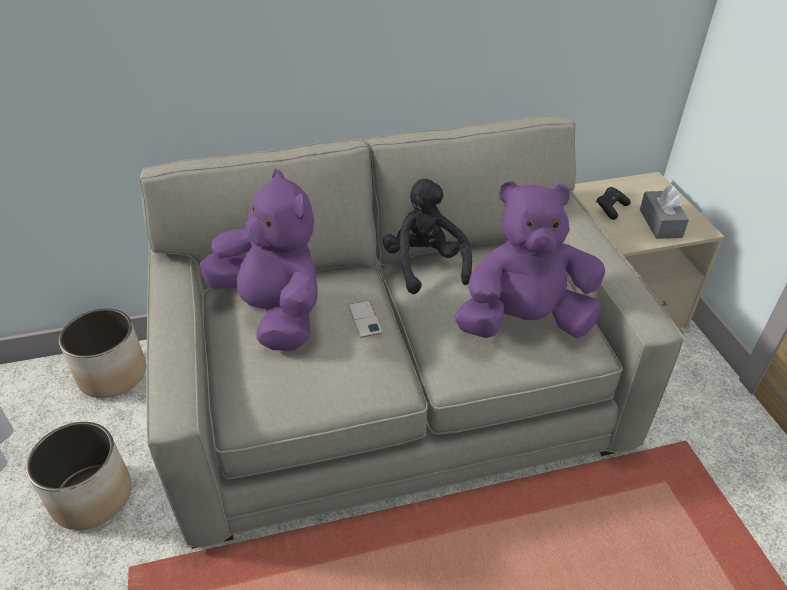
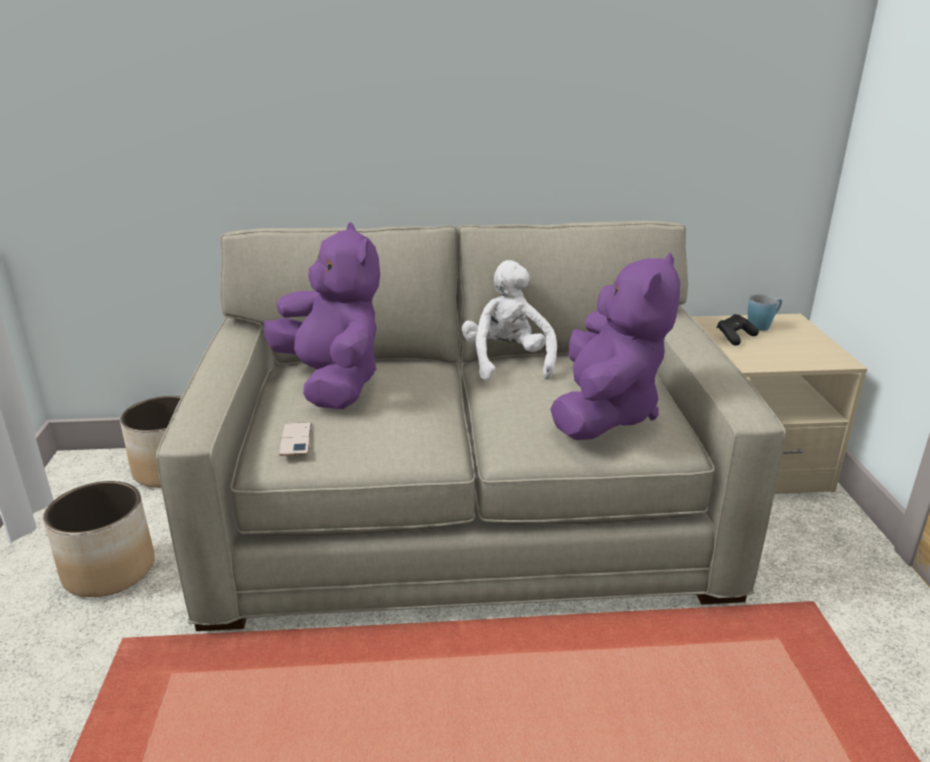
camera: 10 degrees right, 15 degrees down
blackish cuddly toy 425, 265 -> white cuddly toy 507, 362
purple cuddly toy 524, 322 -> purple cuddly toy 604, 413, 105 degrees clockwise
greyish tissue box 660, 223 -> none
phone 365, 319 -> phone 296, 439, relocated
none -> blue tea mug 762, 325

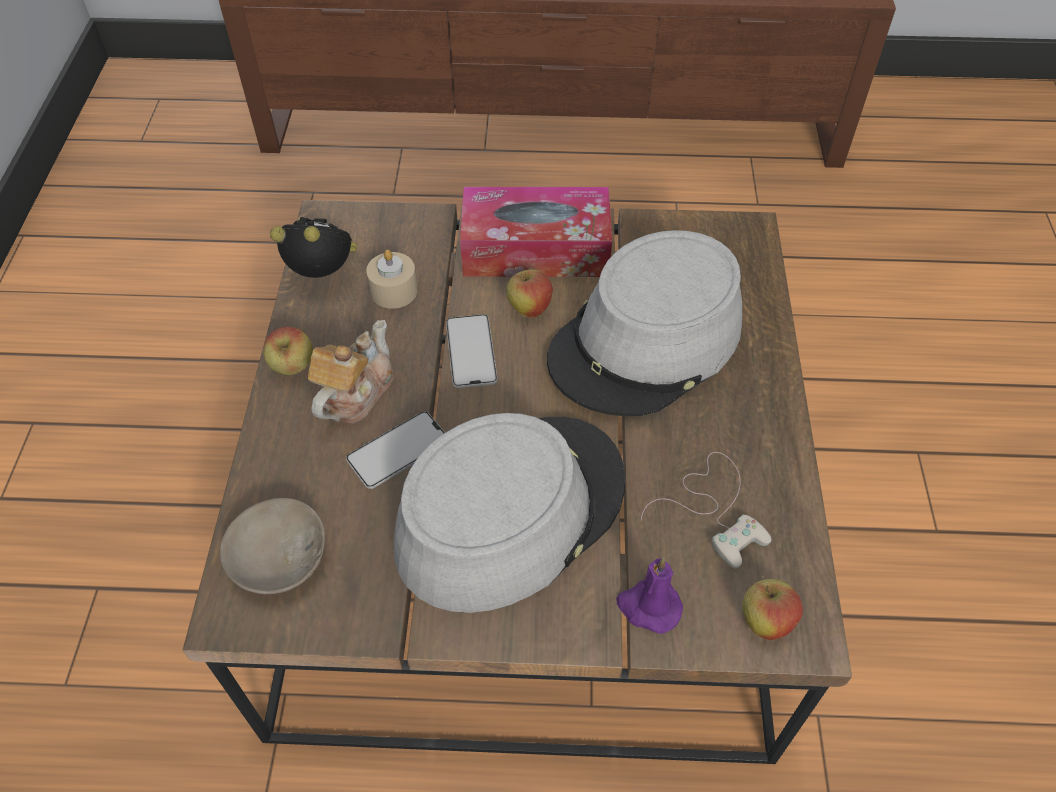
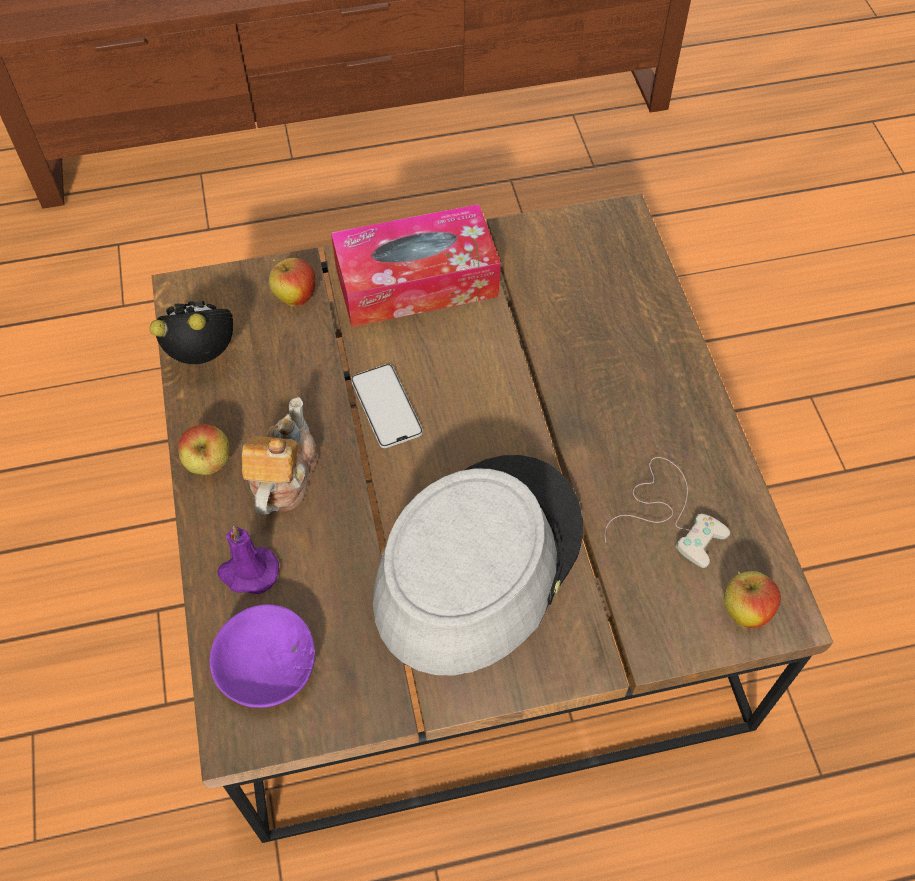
camera: 15 degrees left, 5 degrees up
greyish hat 646, 343 -> none
sand-coloured wax candle 394, 291 -> none
apple 529, 309 -> apple 295, 297, relocated
phone 398, 450 -> none
sand-coloured deep dish 277, 557 -> purple deep dish 264, 665
purple wax candle 648, 607 -> purple wax candle 248, 572, relocated

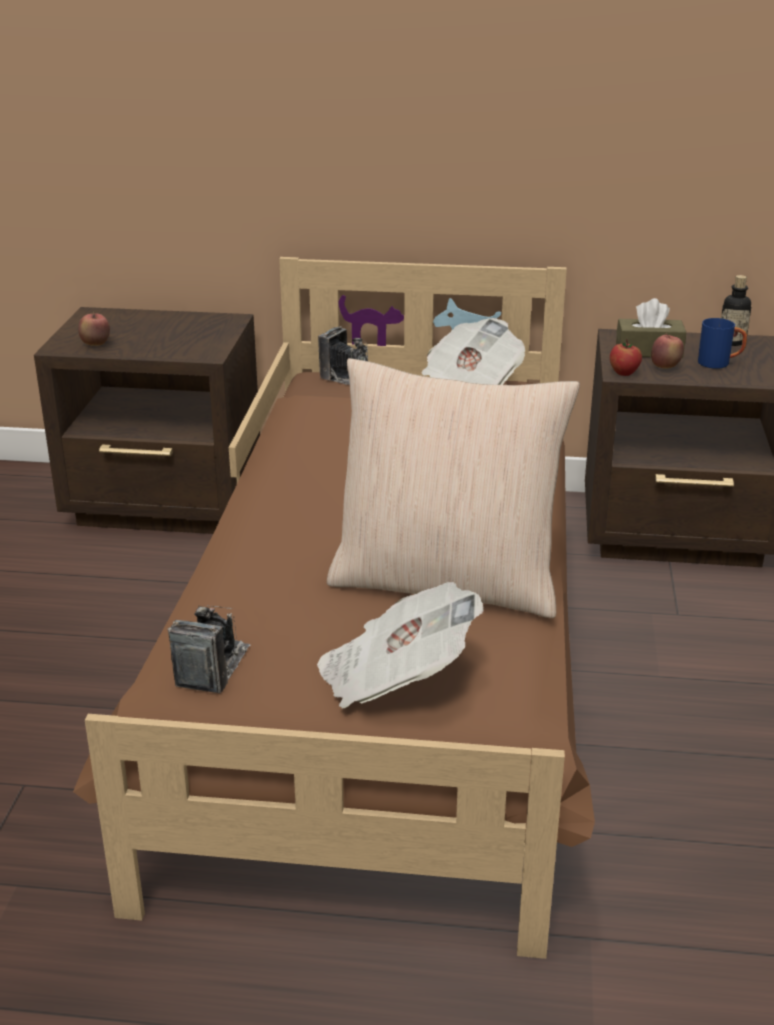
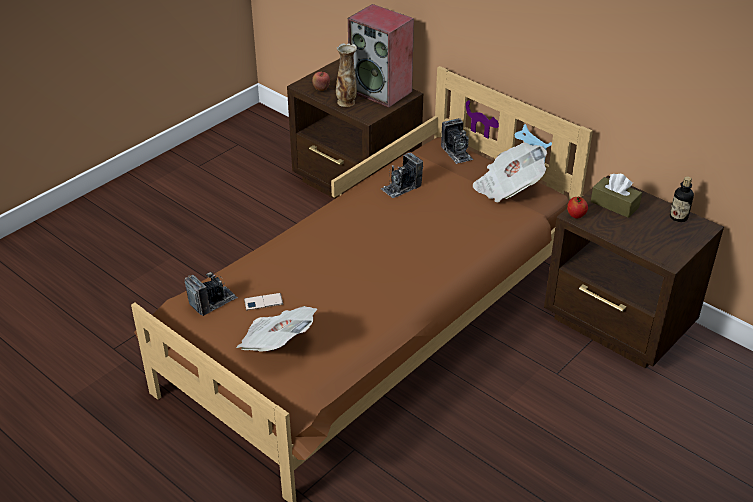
camera: 35 degrees right, 10 degrees up
blue tea mug 719, 363 -> none
apple 665, 367 -> none
sand-coloured cushion 446, 581 -> none
none -> loudspeaker 381, 91
none -> flower vase 346, 102
none -> still camera 401, 187
none -> phone 263, 302

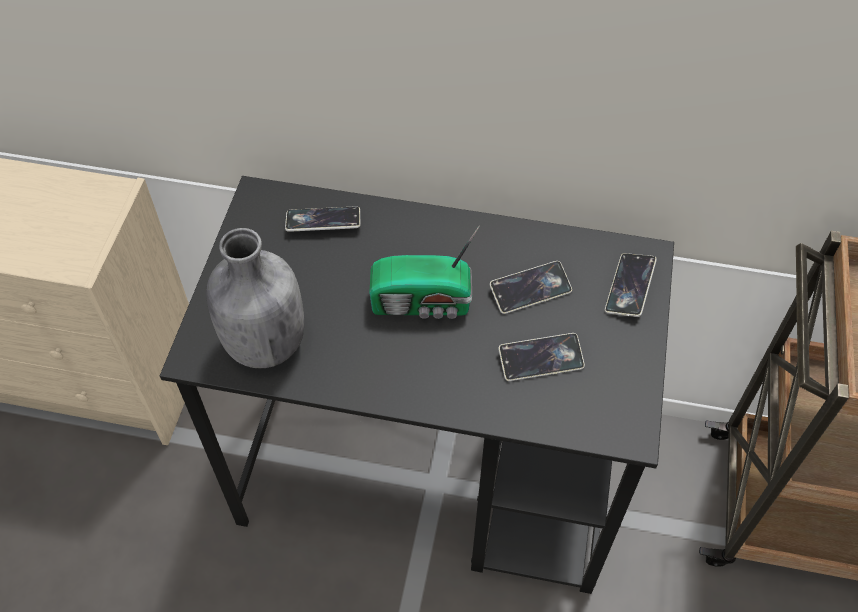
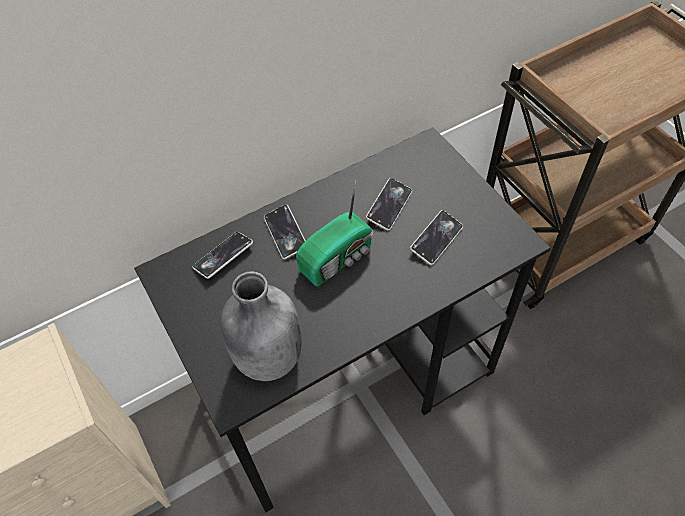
camera: 40 degrees left, 0 degrees up
phone 629, 287 -> phone 285, 233, relocated

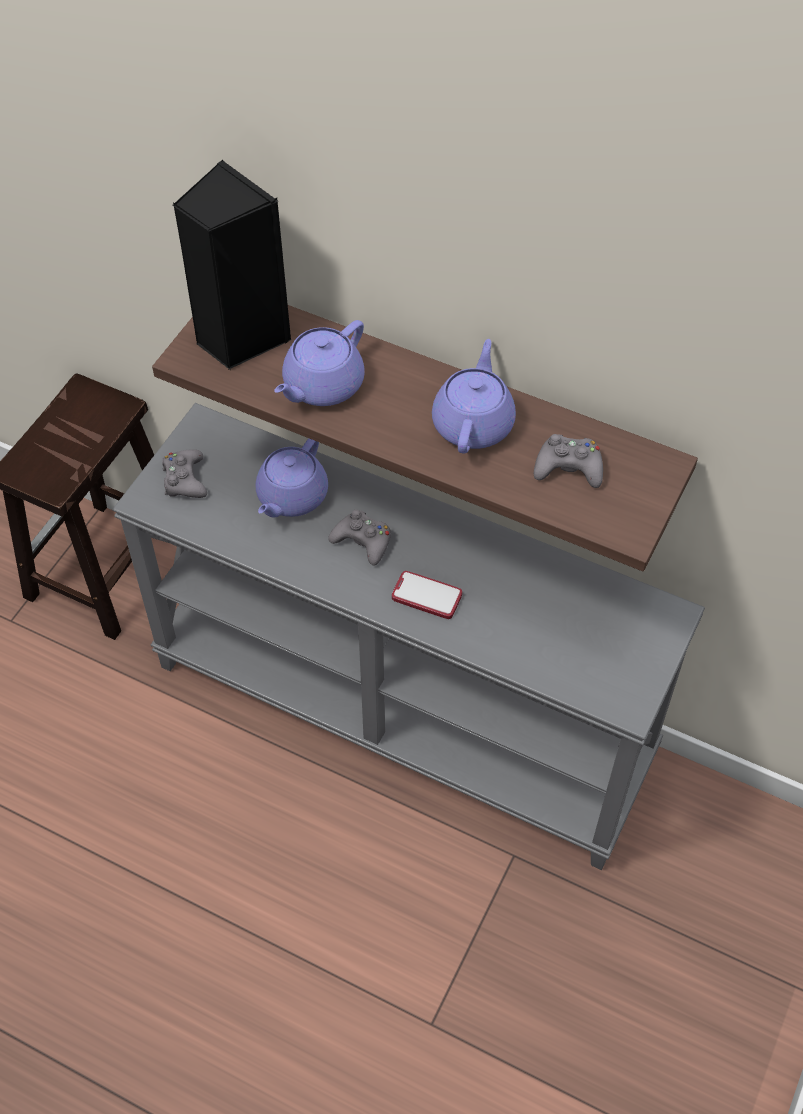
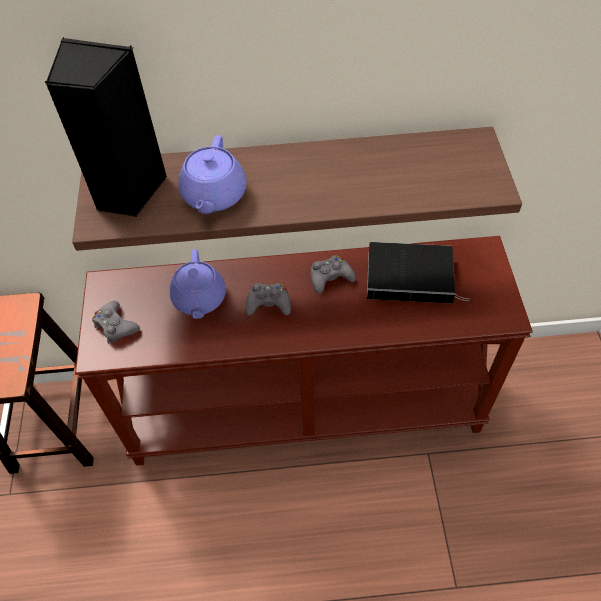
camera: 30 degrees left, 0 degrees up
purple tea pot 473, 423 -> none
greyish narrow table 404, 710 -> brown narrow table 306, 404
greyish gamepad 568, 467 -> greyish gamepad 330, 277, relocated
phone 426, 596 -> none
none -> volume 412, 276

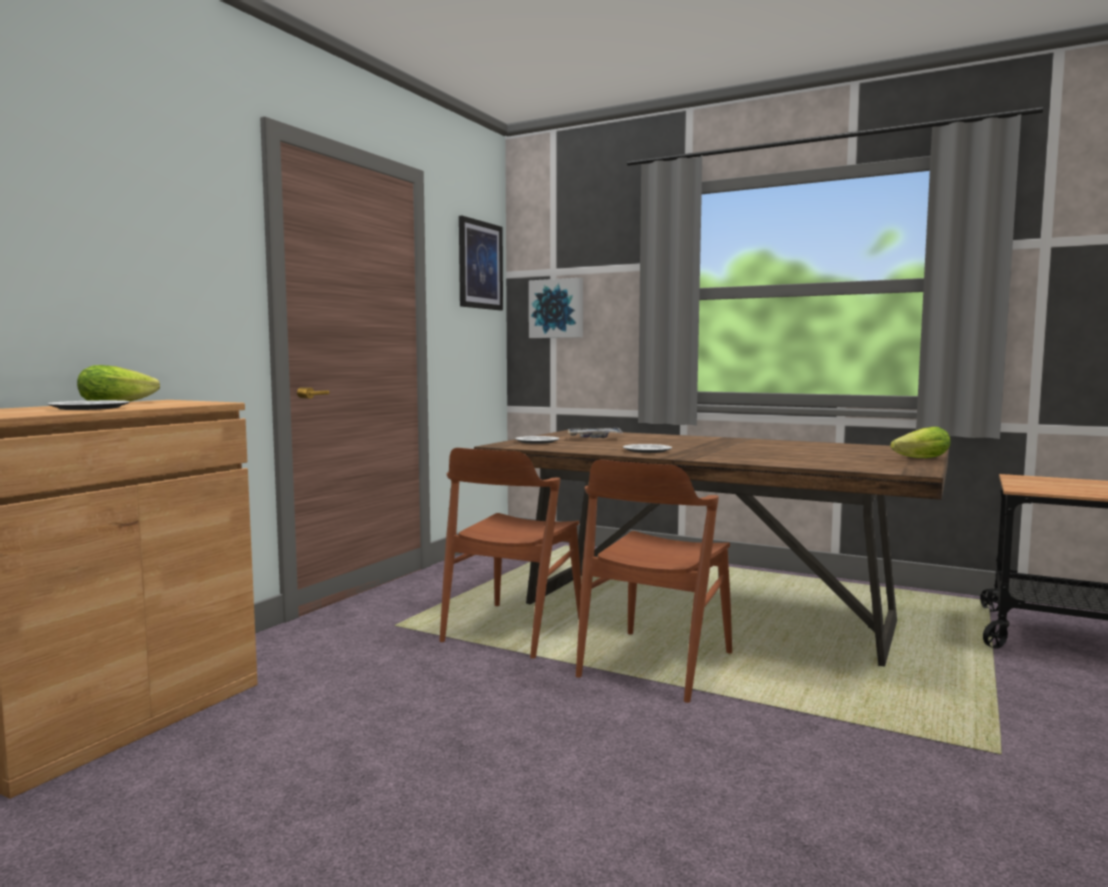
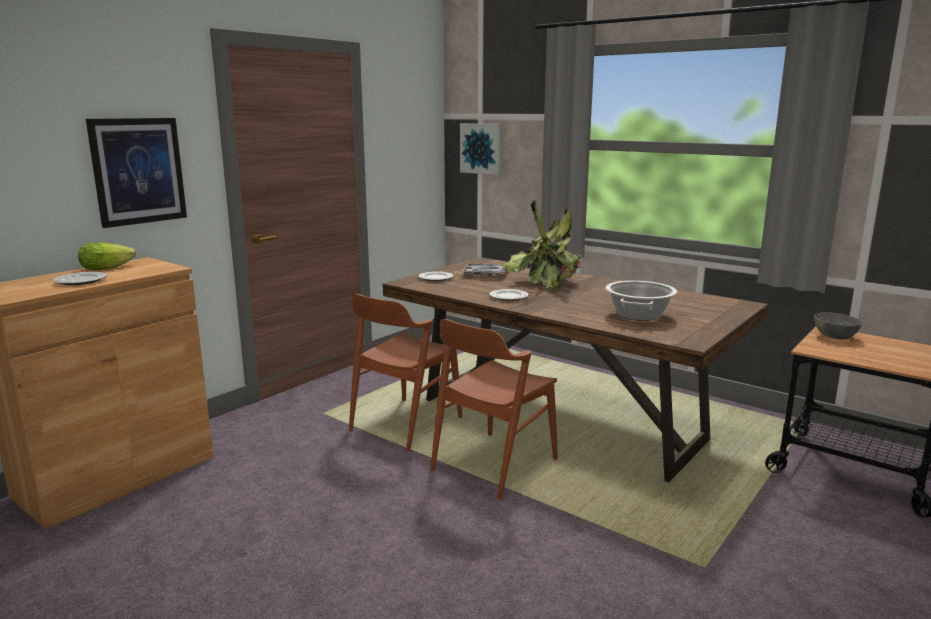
camera: 10 degrees right, 10 degrees up
picture 480, 265 -> picture 138, 171, relocated
lettuce 918, 459 -> none
none -> houseplant 545, 281
none -> cooking pot 638, 315
none -> greyish deep dish 834, 336

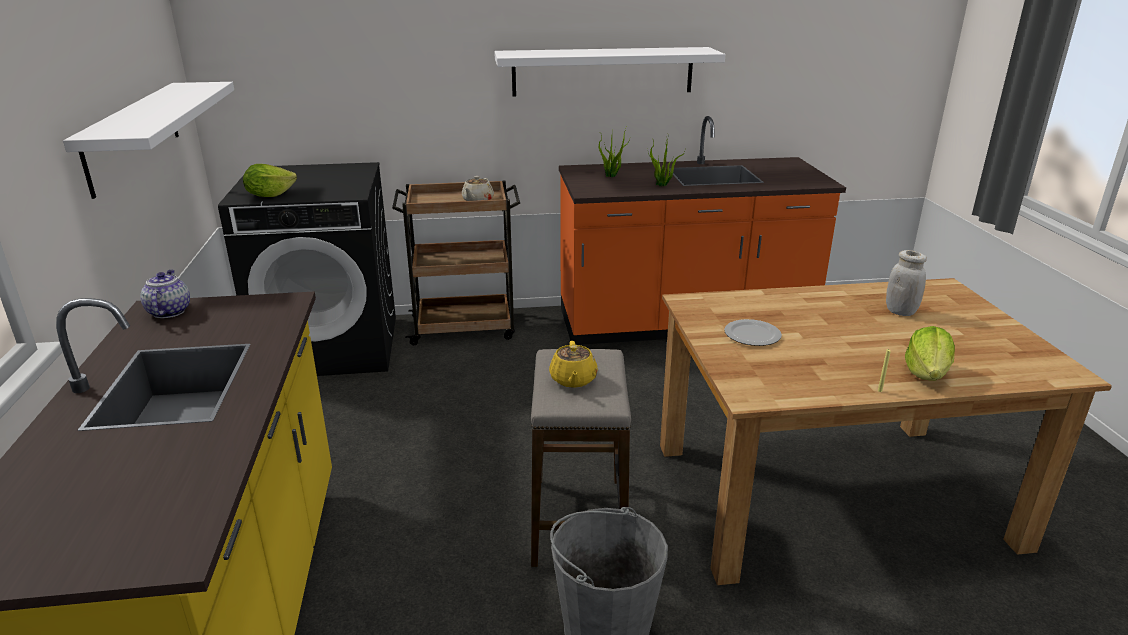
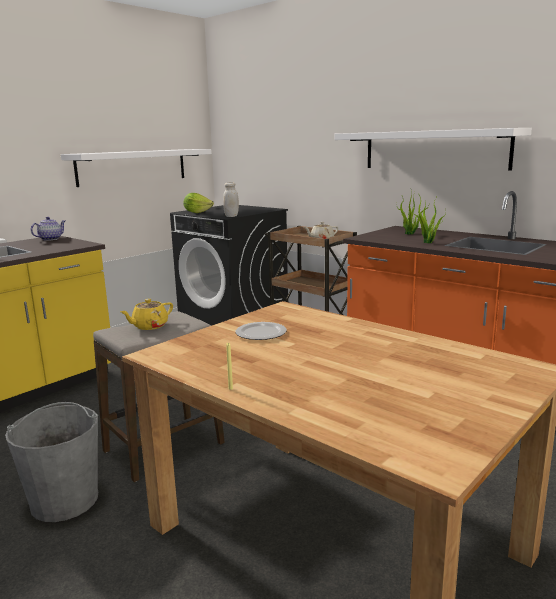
camera: 50 degrees right, 10 degrees down
white storage jar 900, 311 -> white storage jar 231, 216, relocated
lettuce 926, 374 -> none

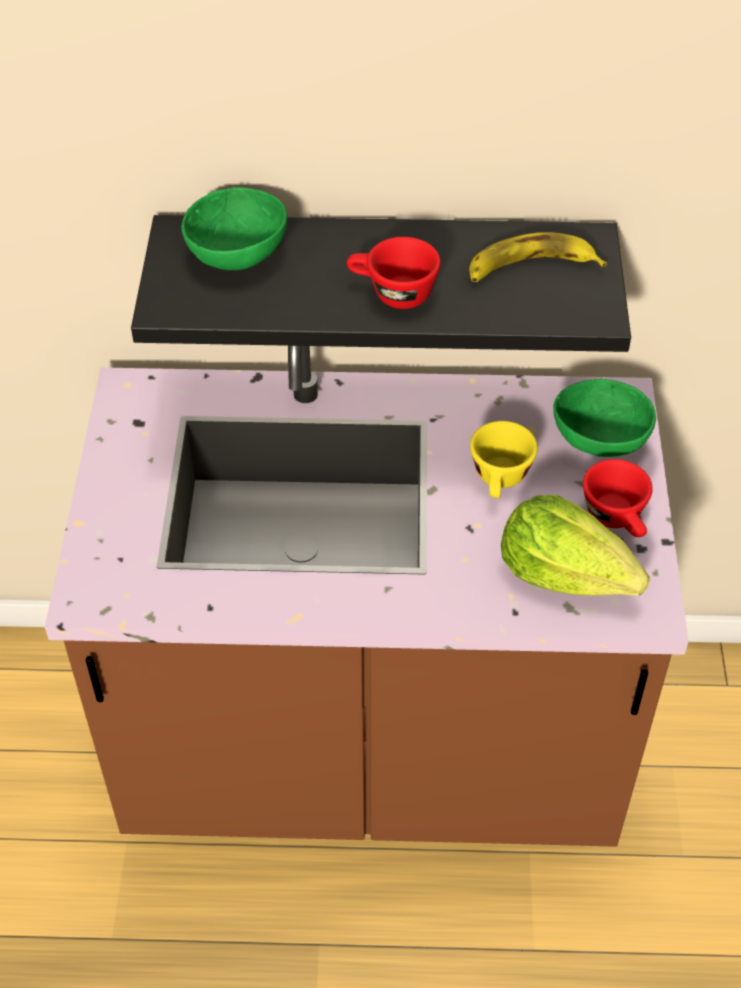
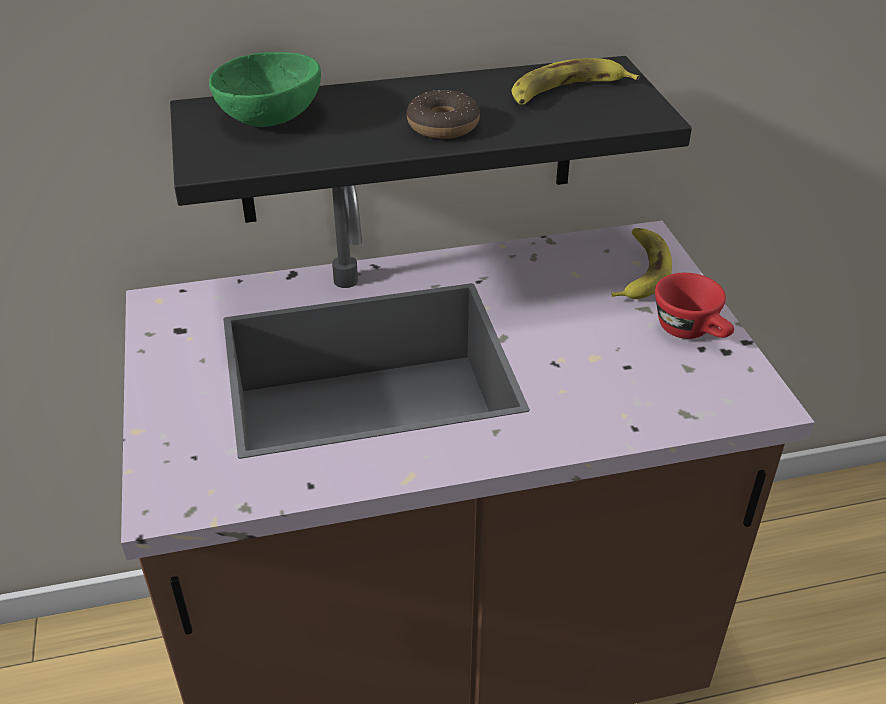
camera: 15 degrees left, 10 degrees down
red-coloured drinking cup 392, 293 -> doughnut 443, 125
greenish deep dish 599, 437 -> banana 640, 270
yellowish drinking cup 500, 480 -> none
lettuce 566, 573 -> none

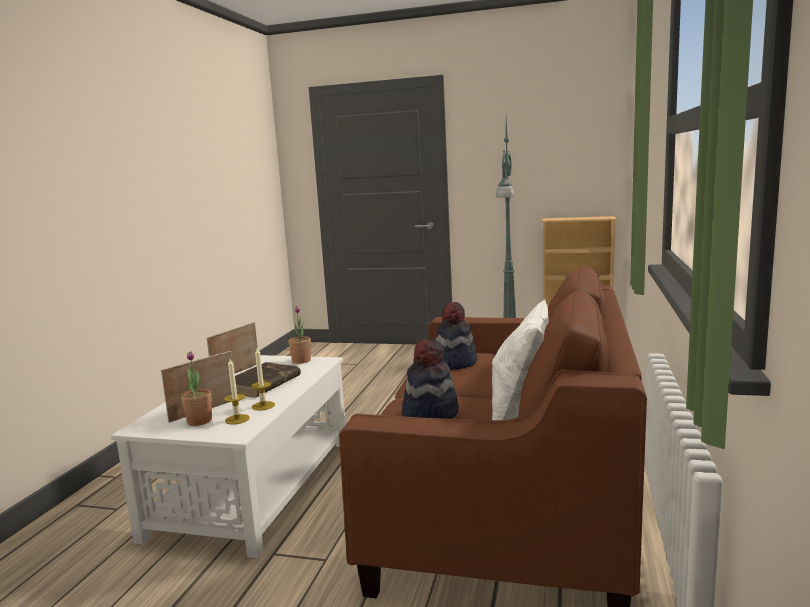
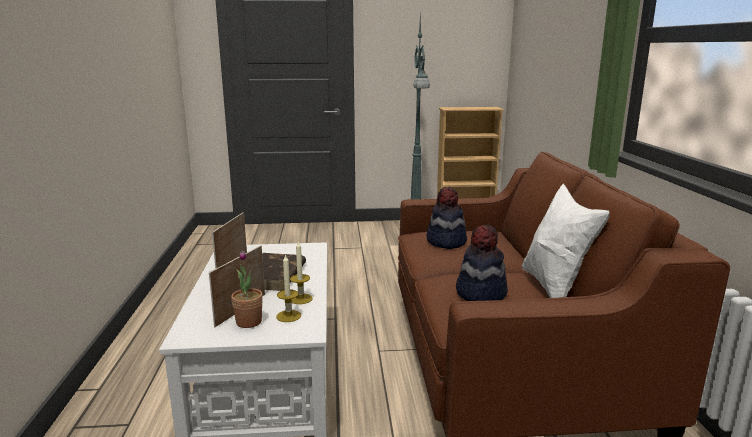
camera: 20 degrees left, 5 degrees up
houseplant 301, 361 -> none

